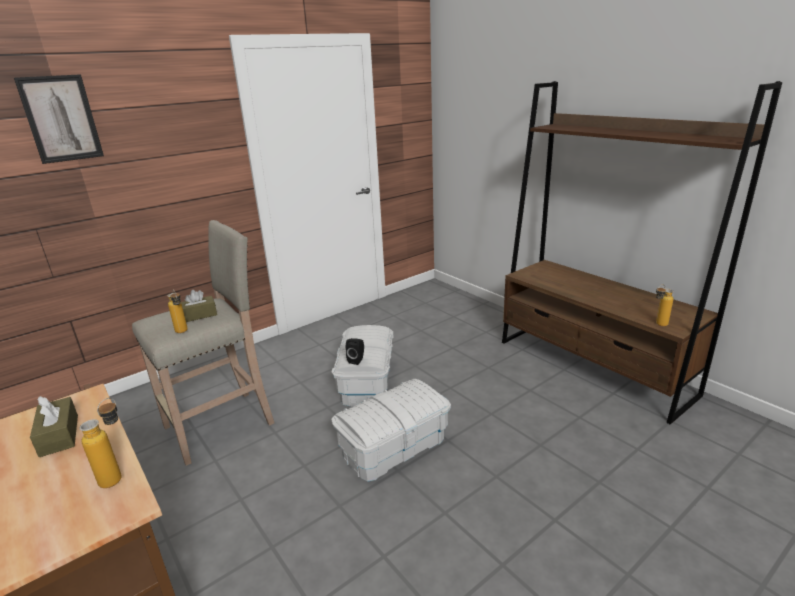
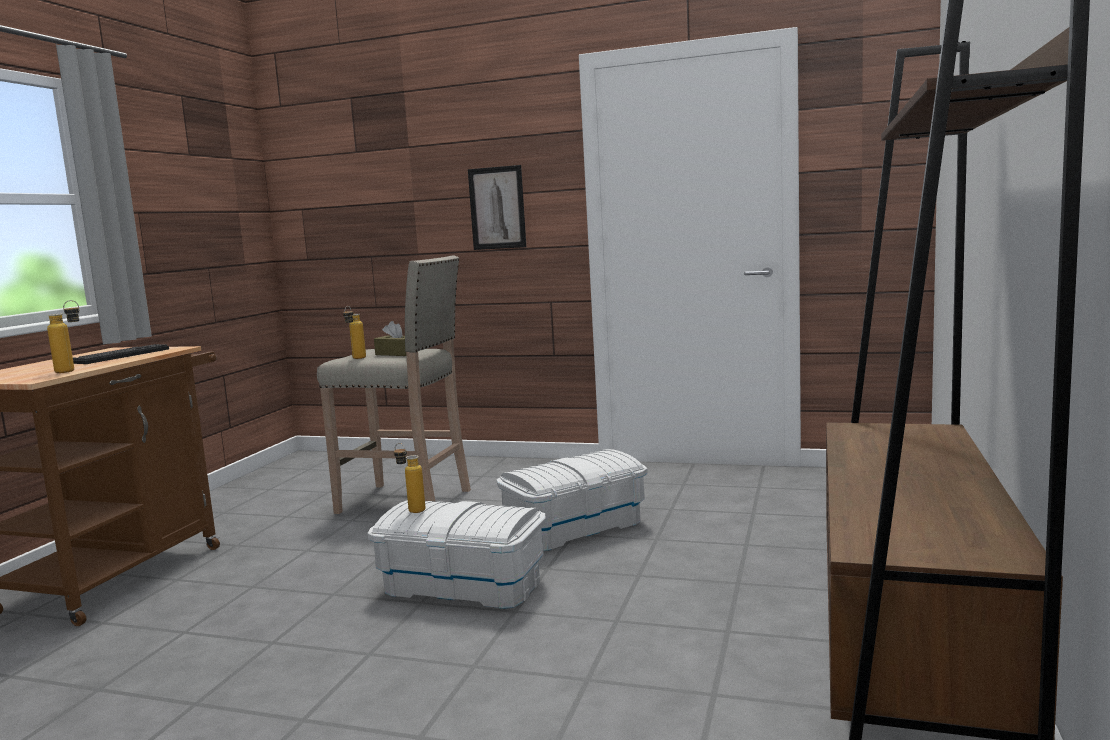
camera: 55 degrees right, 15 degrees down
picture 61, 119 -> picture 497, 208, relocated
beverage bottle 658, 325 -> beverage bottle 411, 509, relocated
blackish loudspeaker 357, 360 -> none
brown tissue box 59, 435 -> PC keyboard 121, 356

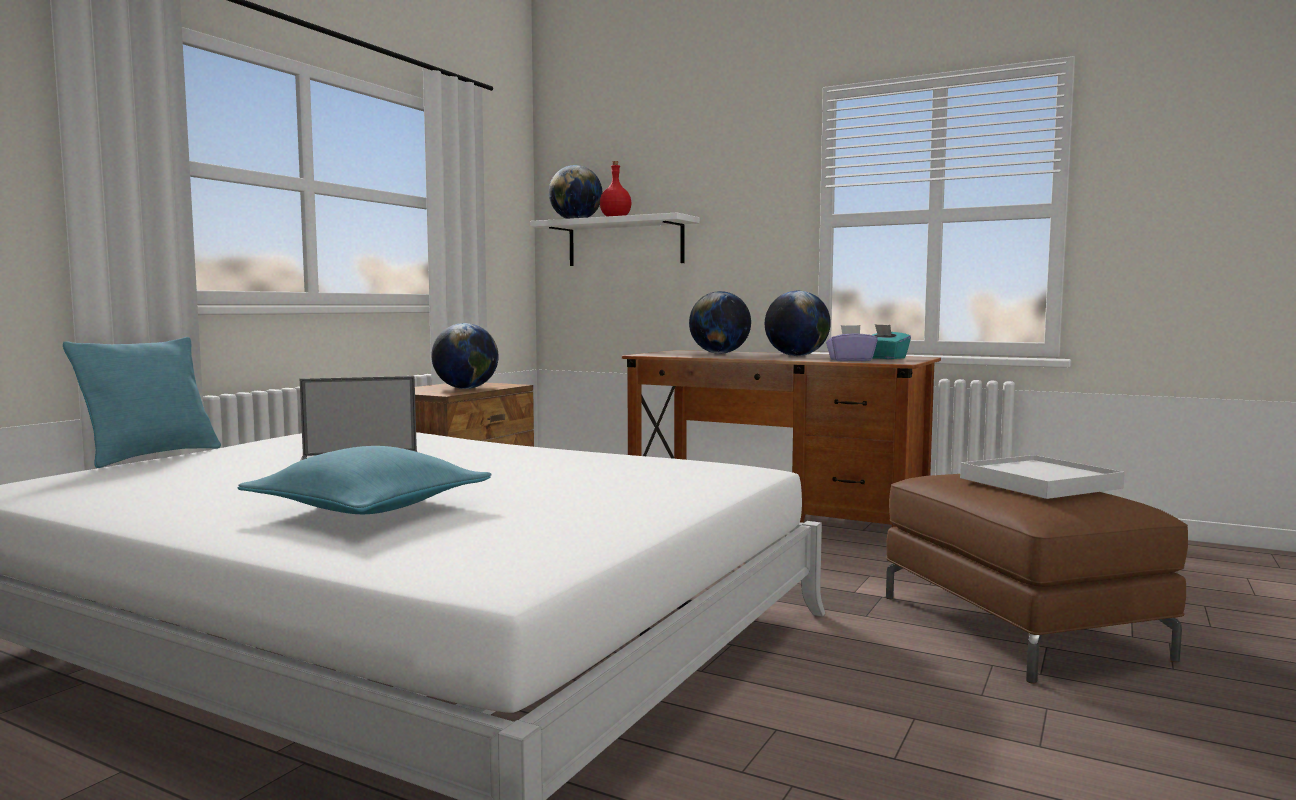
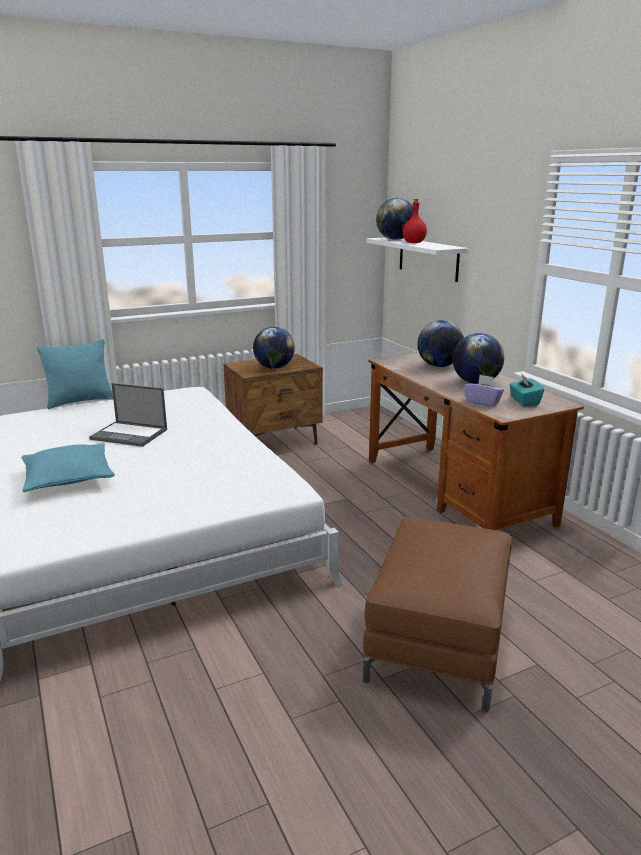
camera: 35 degrees right, 15 degrees up
white serving tray 1039, 483 -> none

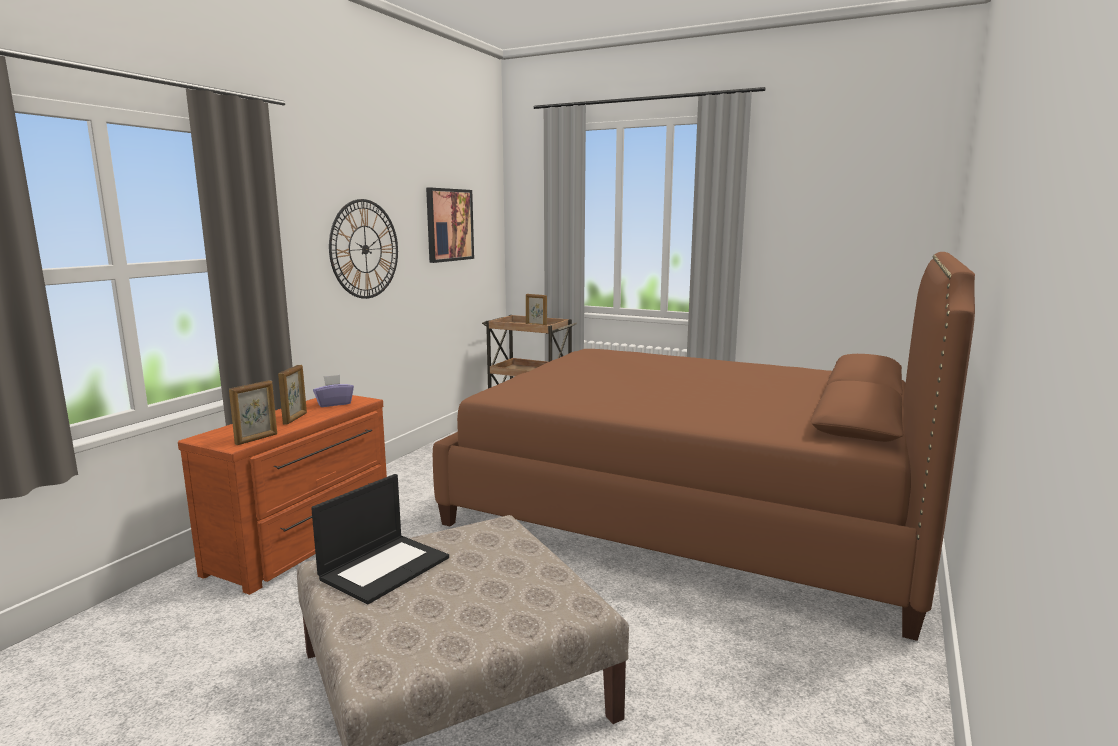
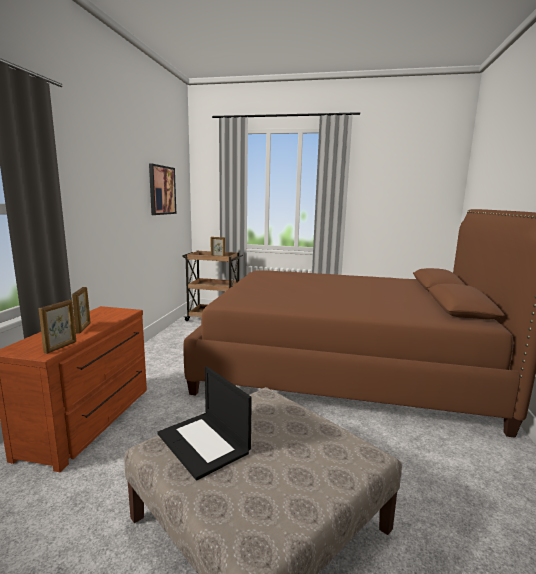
camera: 15 degrees left, 0 degrees up
clock on the wall 365, 249 -> none
purple tissue box 334, 403 -> none
laptop 385, 567 -> laptop 204, 443, 120 degrees clockwise

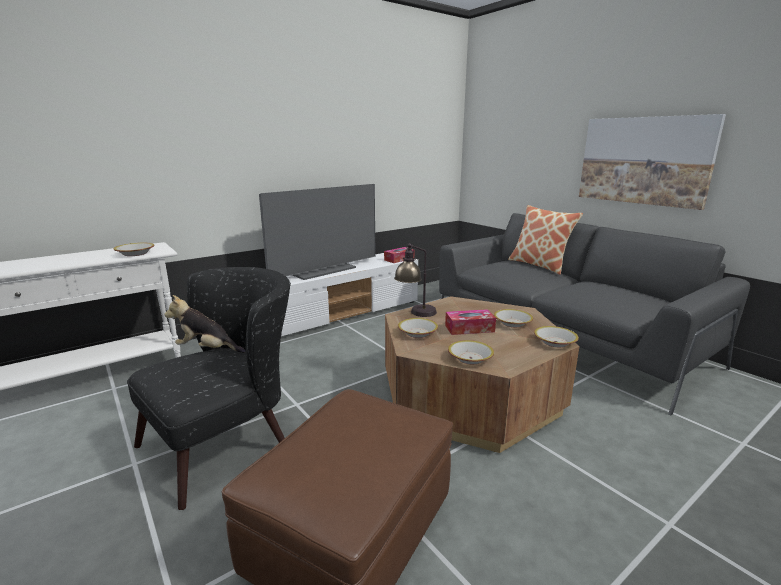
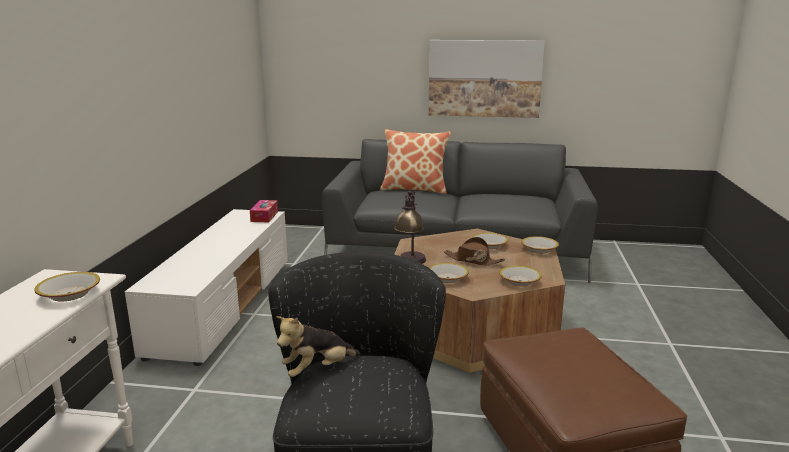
camera: 45 degrees left, 0 degrees up
TV set 323, 270 -> none
tissue box 469, 328 -> brown hat 473, 260

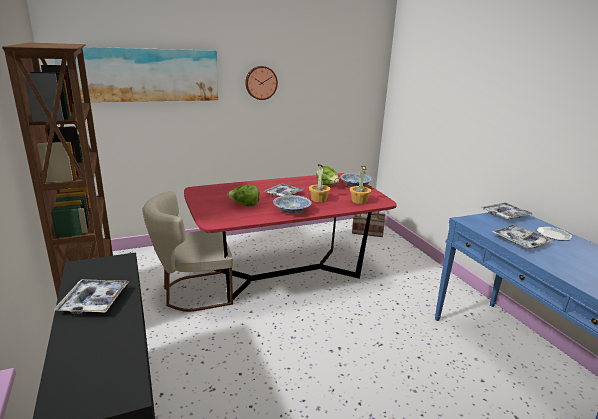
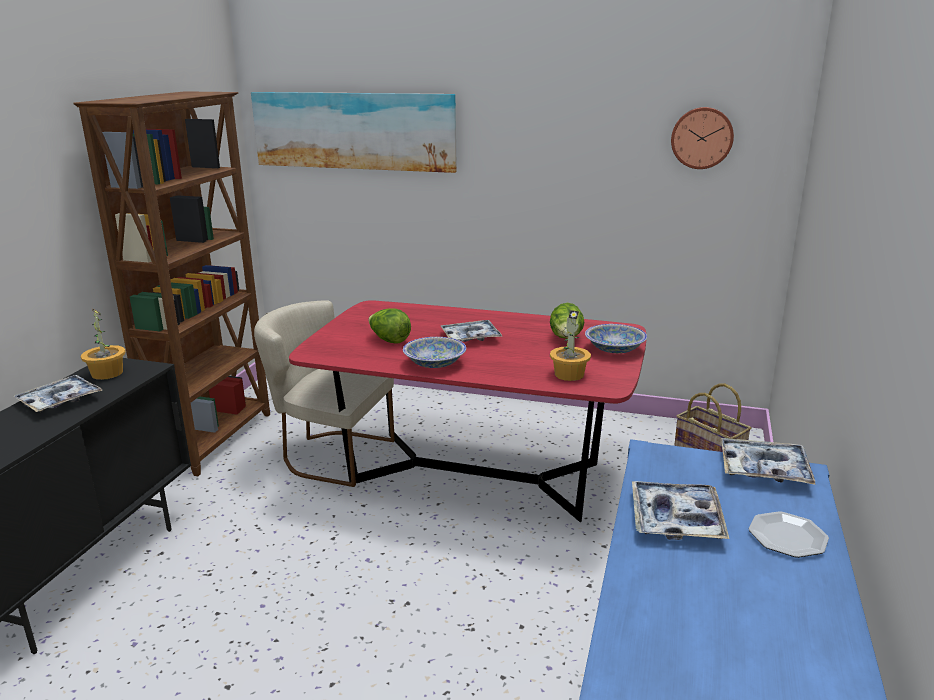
camera: 40 degrees right, 0 degrees up
clock on the wall 261, 82 -> clock on the wall 702, 138, relocated
houseplant 318, 199 -> houseplant 106, 373, relocated

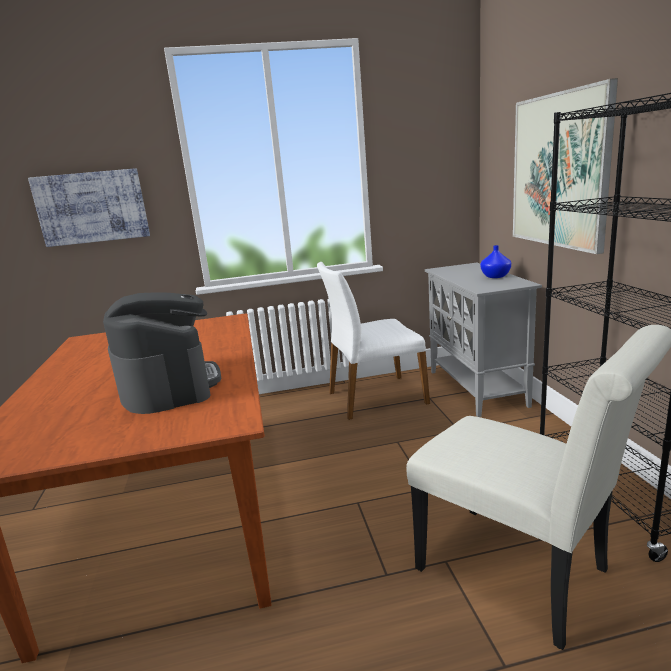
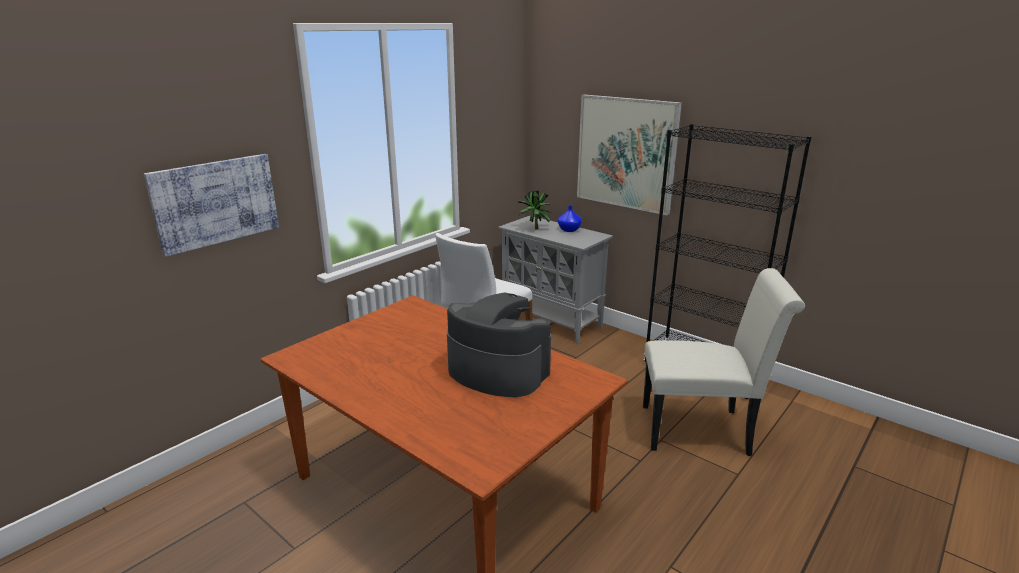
camera: 40 degrees left, 5 degrees up
none -> houseplant 534, 229

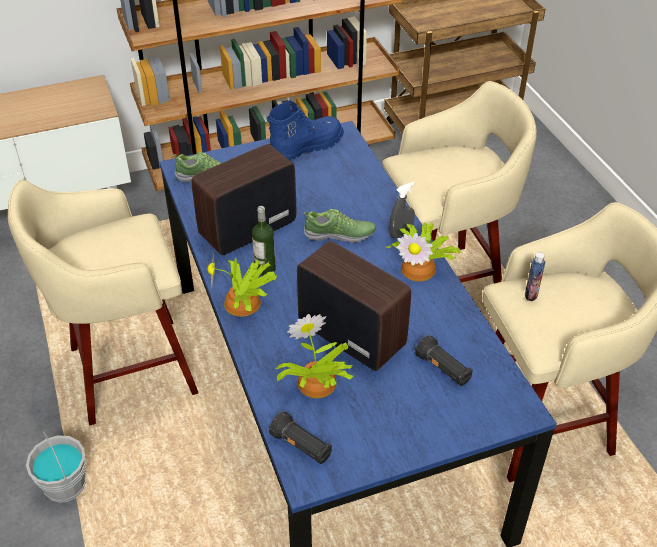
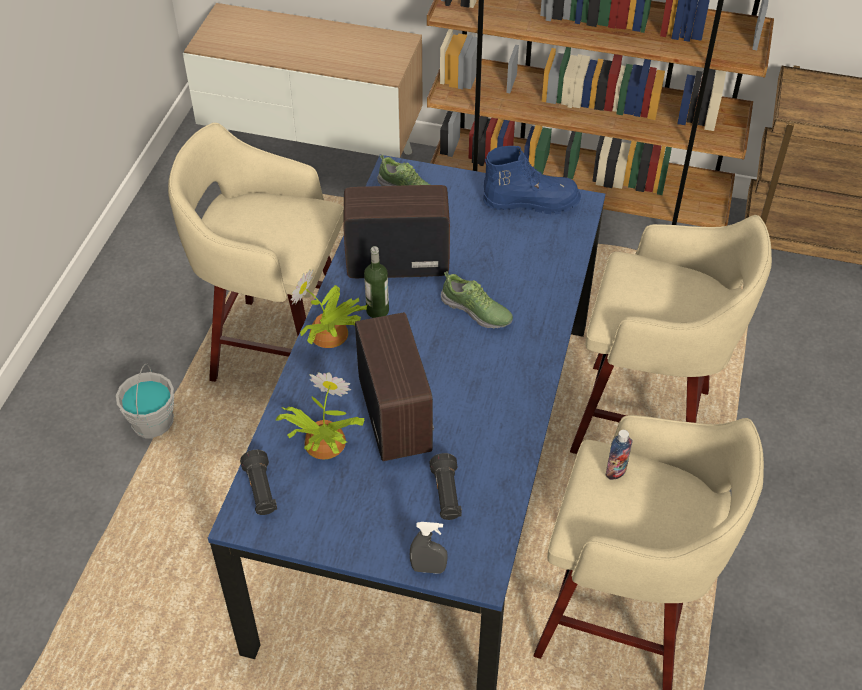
camera: 35 degrees right, 5 degrees up
greyish sprayer 401, 234 -> greyish sprayer 428, 569, relocated
houseplant 420, 268 -> none

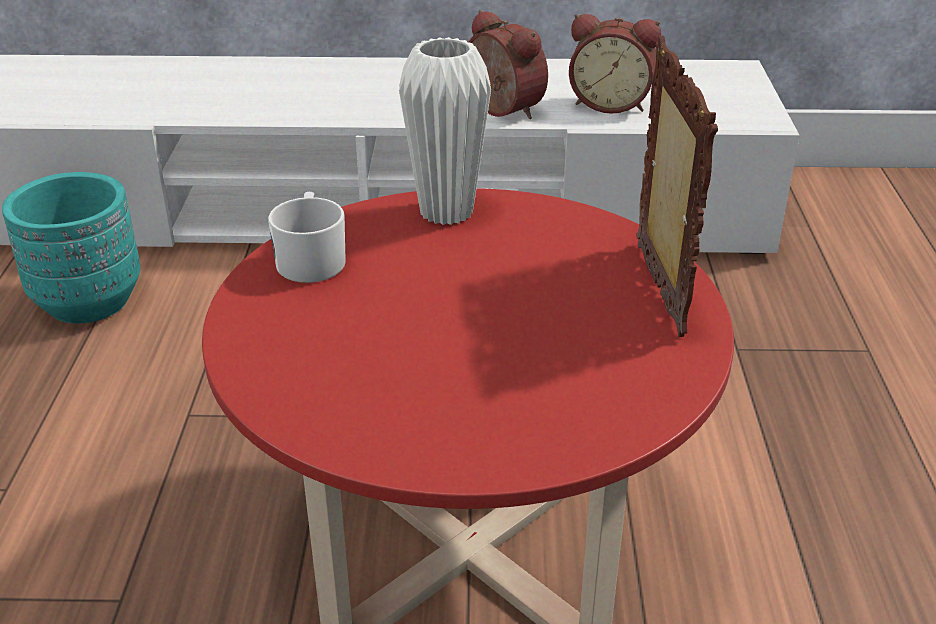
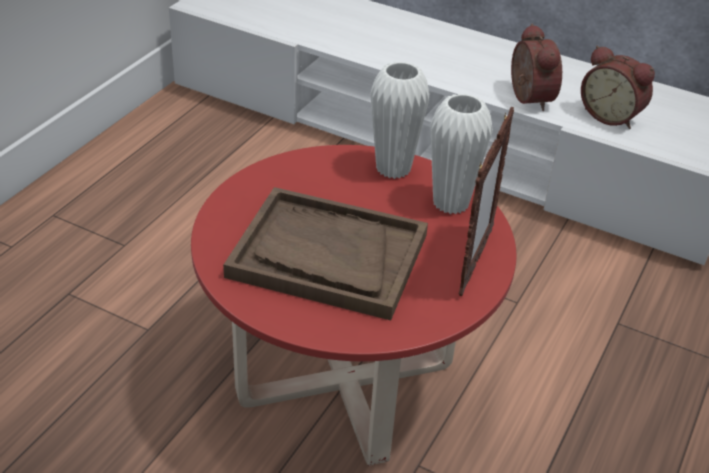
camera: 25 degrees right, 5 degrees up
turquoise-coloured plant pot 88, 302 -> none
white tea mug 311, 259 -> none
none -> white flower vase 451, 203
none -> brown serving tray 327, 256

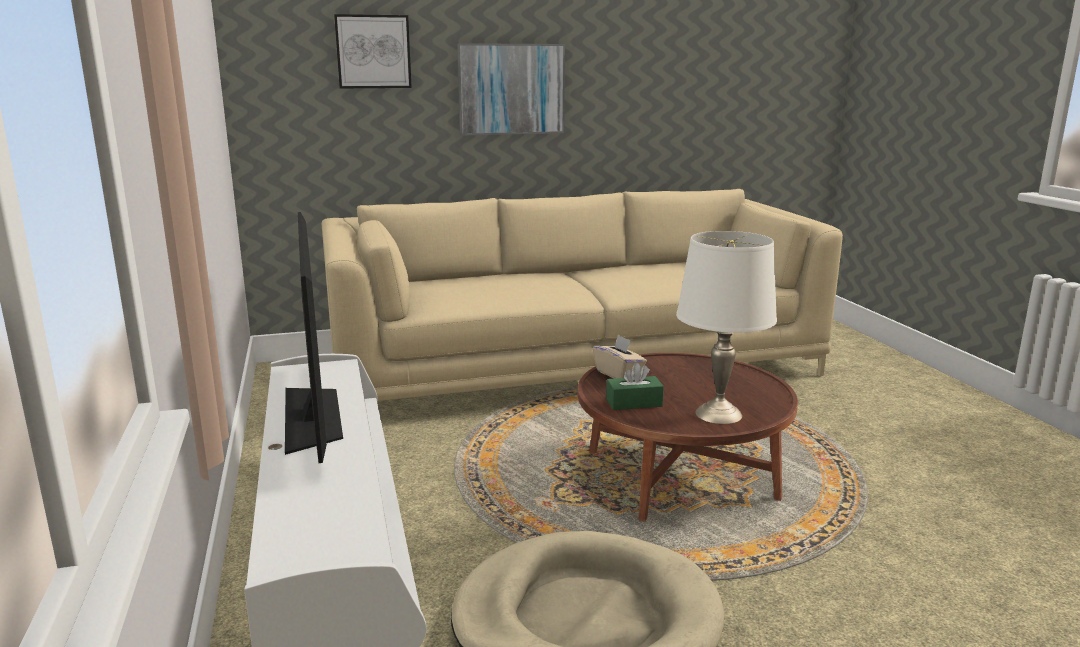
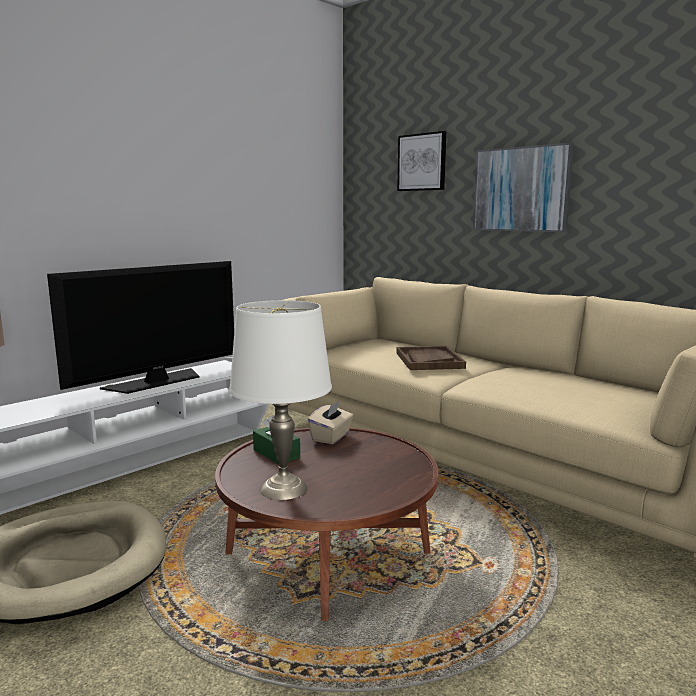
camera: 60 degrees right, 5 degrees down
none -> brown serving tray 429, 360

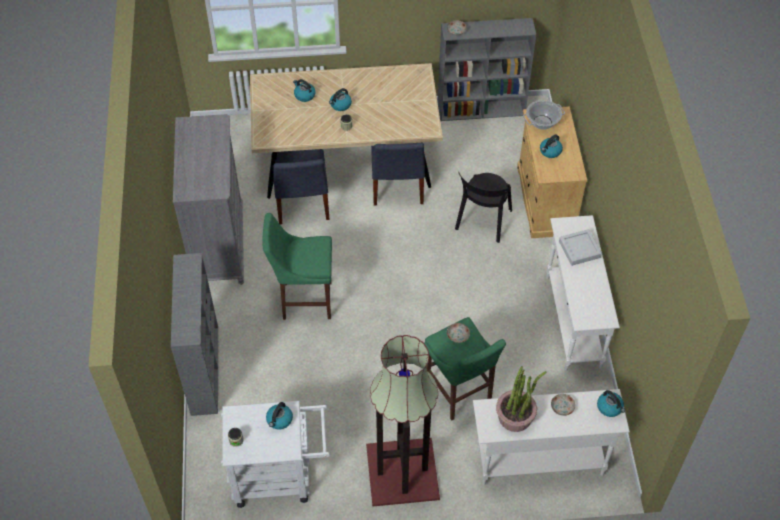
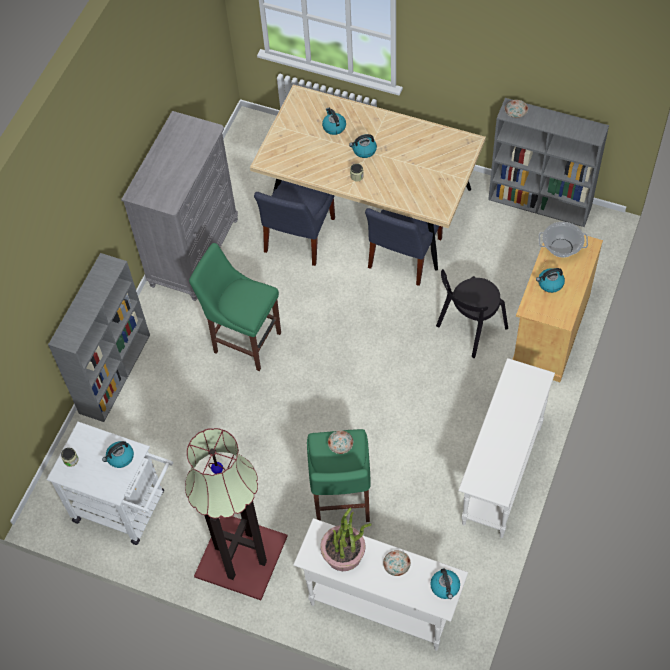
camera: 30 degrees right, 5 degrees up
greyish serving tray 579, 249 -> none

